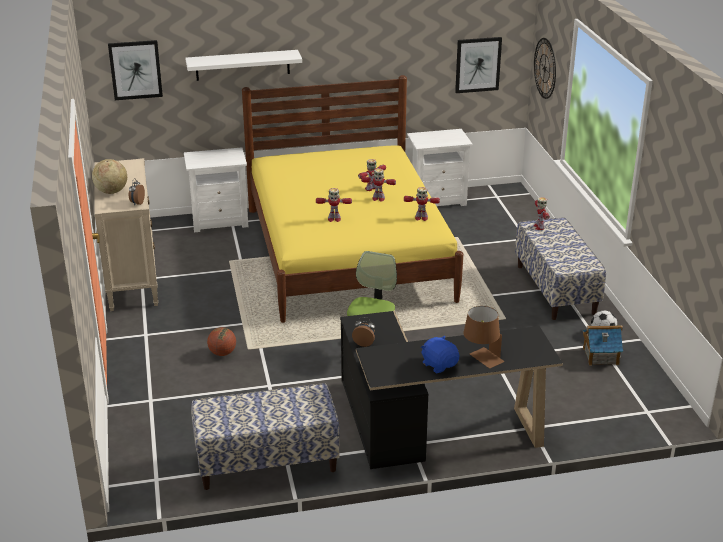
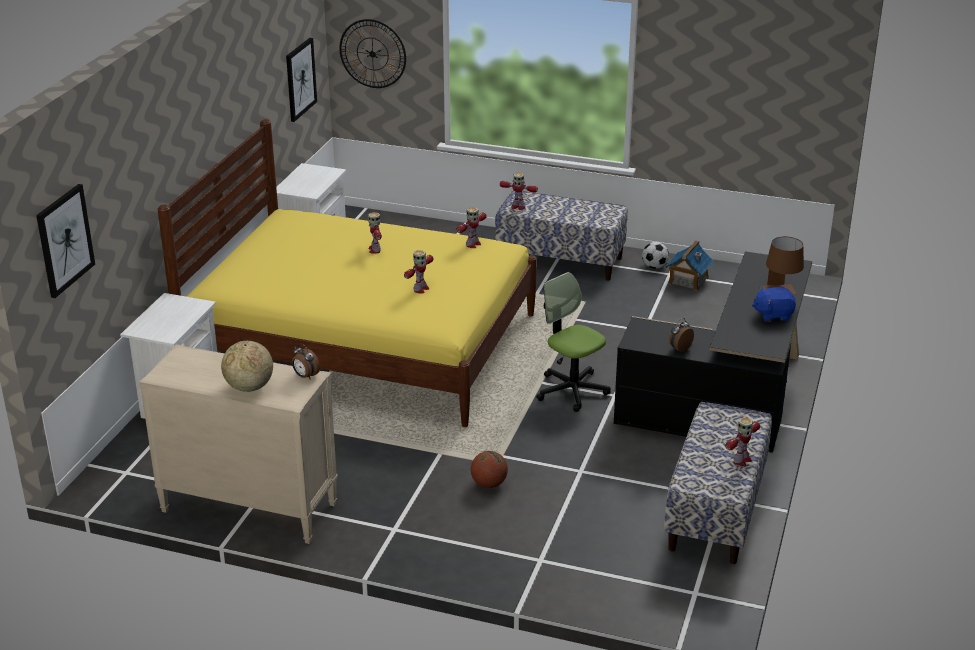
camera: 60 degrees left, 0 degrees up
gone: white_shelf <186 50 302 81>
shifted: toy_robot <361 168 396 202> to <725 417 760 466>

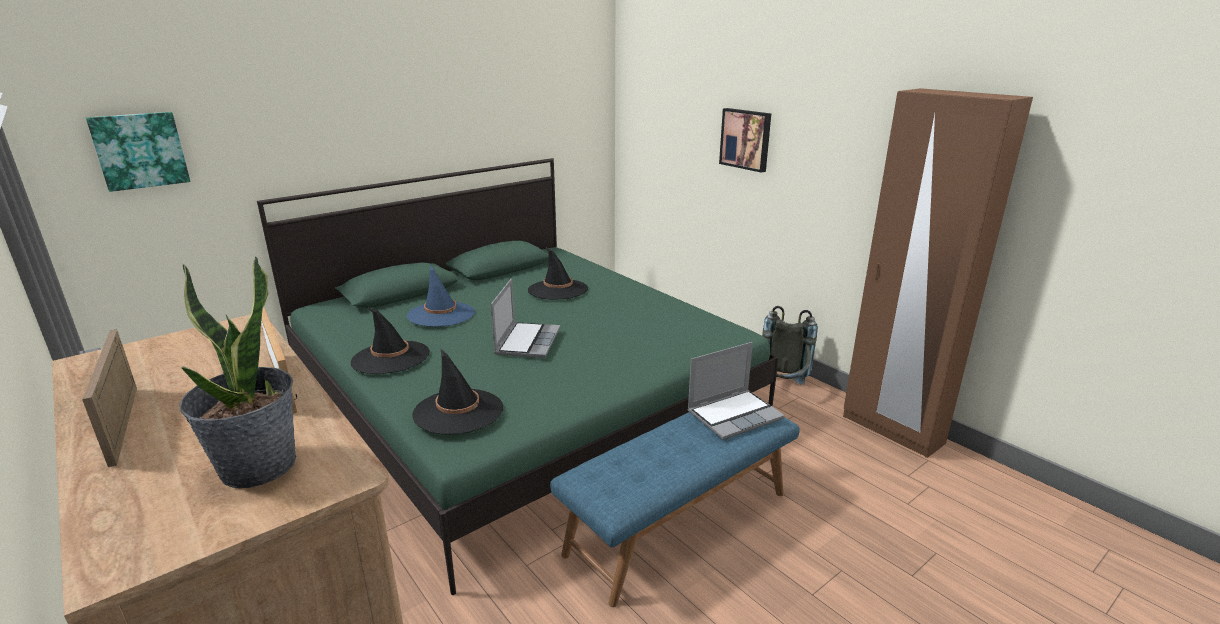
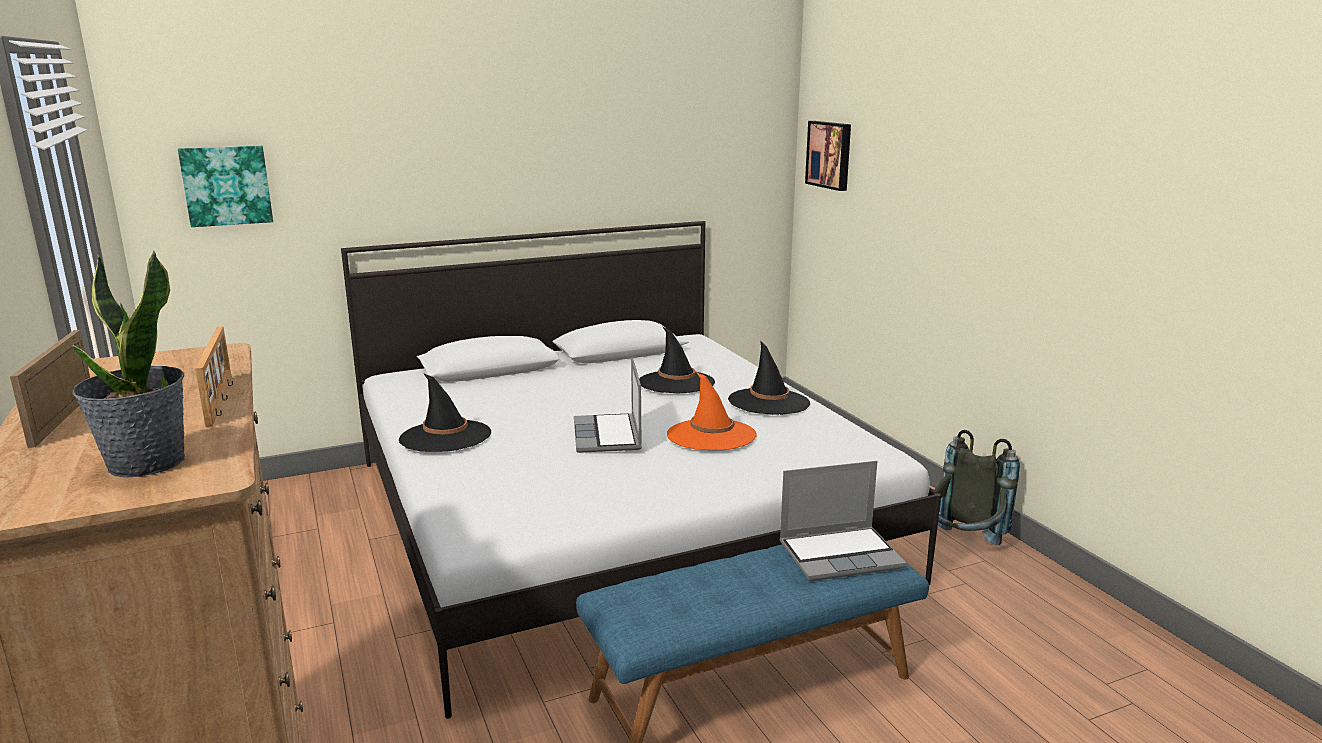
camera: 15 degrees right, 5 degrees down
gone: brown_wardrobe <843 88 1033 458>; blue_hat <407 265 475 327>
new: orange_hat <667 372 757 450>
shifted: picture <719 108 771 173> to <805 121 851 191>; black_hat <412 348 503 434> to <728 340 810 415>
repainted: green_bed <257 158 779 595> to white_bed <341 221 941 718>
rotated: laptop <491 278 560 358> = <574 358 642 453> 150 degrees clockwise

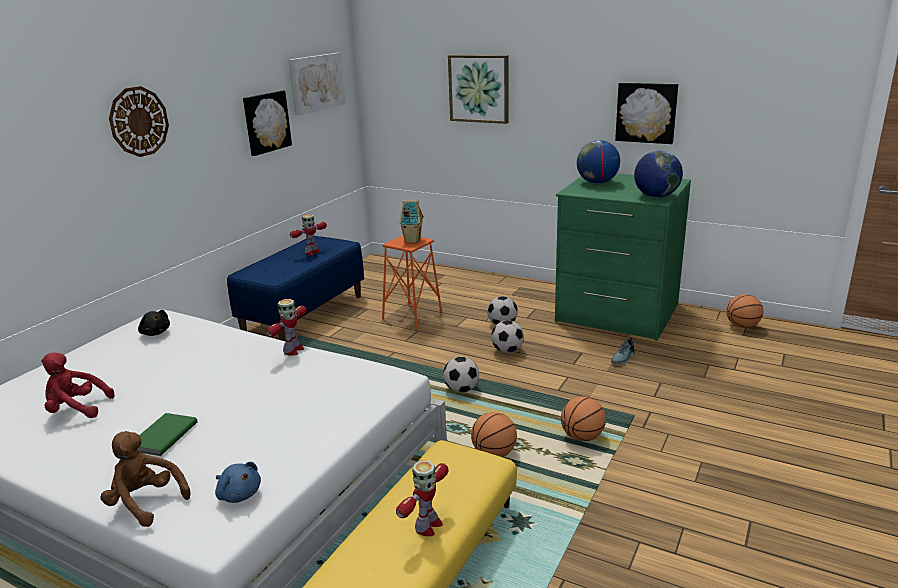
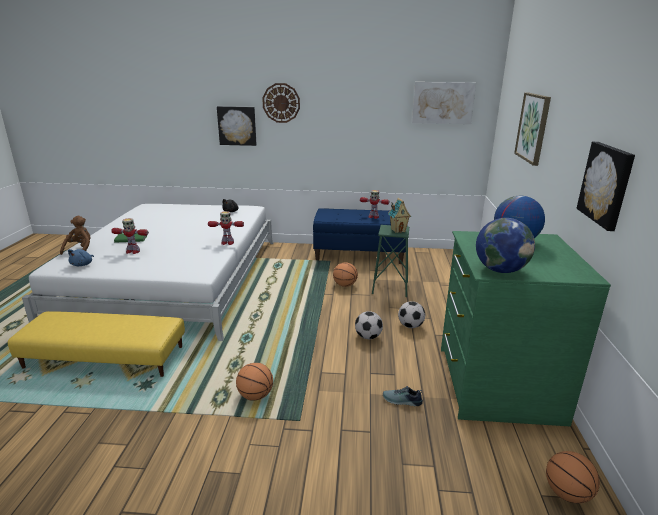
camera: 65 degrees right, 0 degrees up
gone: red_plush_toy <41 353 115 418>; football <443 356 479 393>
shifted: picture <243 90 292 156> to <217 106 257 146>; basketball <471 412 517 457> to <333 262 358 287>; toy_robot <396 460 449 536> to <111 218 149 254>
repainted: orange_stool <382 235 442 329> to green_stool <372 225 409 297>

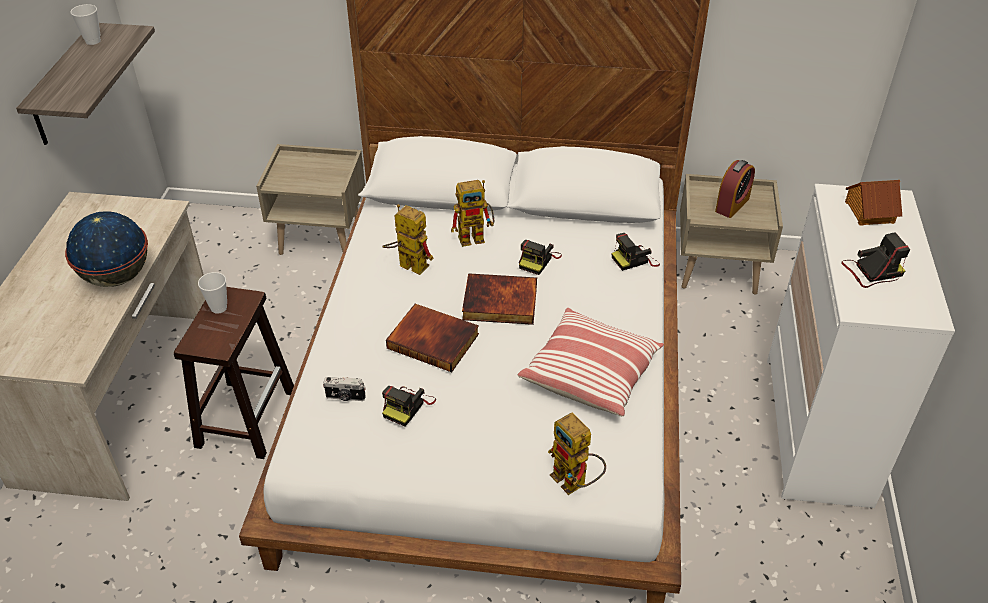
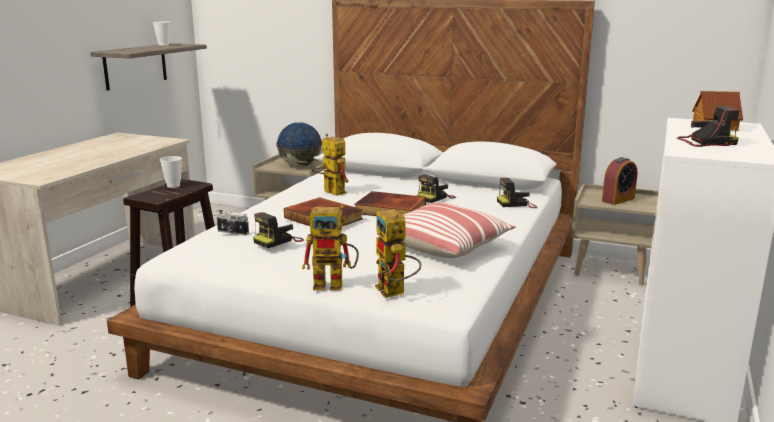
camera: 15 degrees right, 25 degrees down
shifted: toy_robot <451 180 494 247> to <302 205 359 290>; globe <65 211 148 287> to <276 122 322 167>

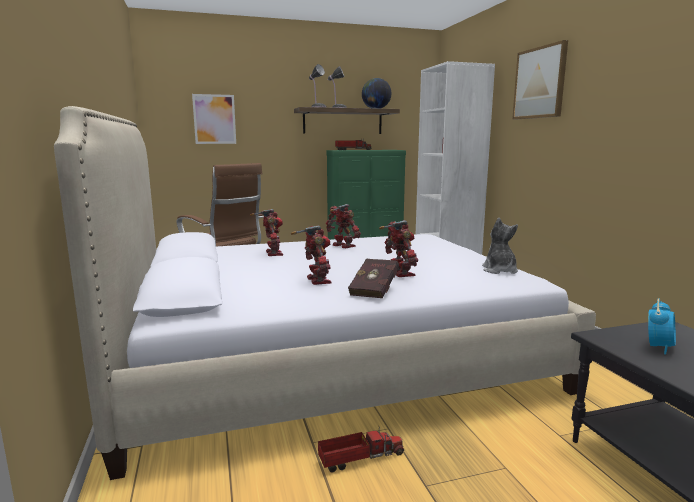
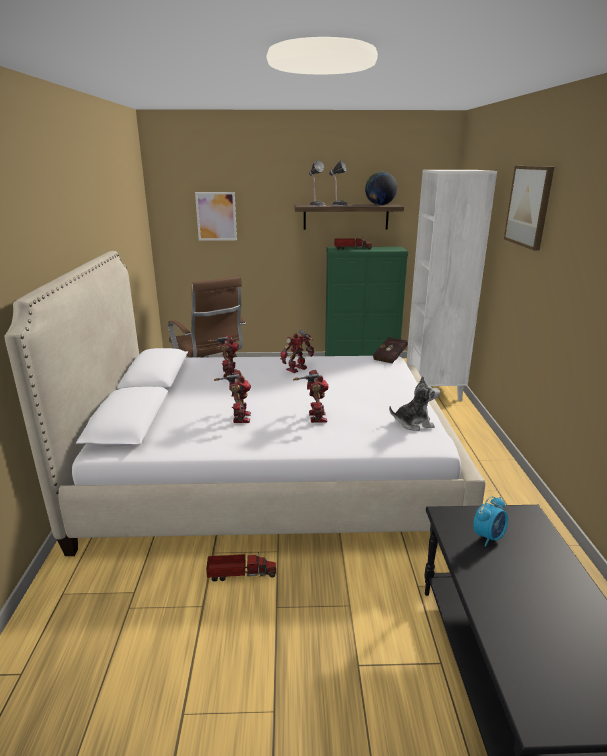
camera: 15 degrees right, 10 degrees up
shifted: red_book <348 258 399 298> to <373 337 408 363>
rotated: toy_robot <326 204 361 248> = <280 330 314 373> 105 degrees counterclockwise; plush_toy <482 218 518 274> = <389 376 440 431> 75 degrees clockwise

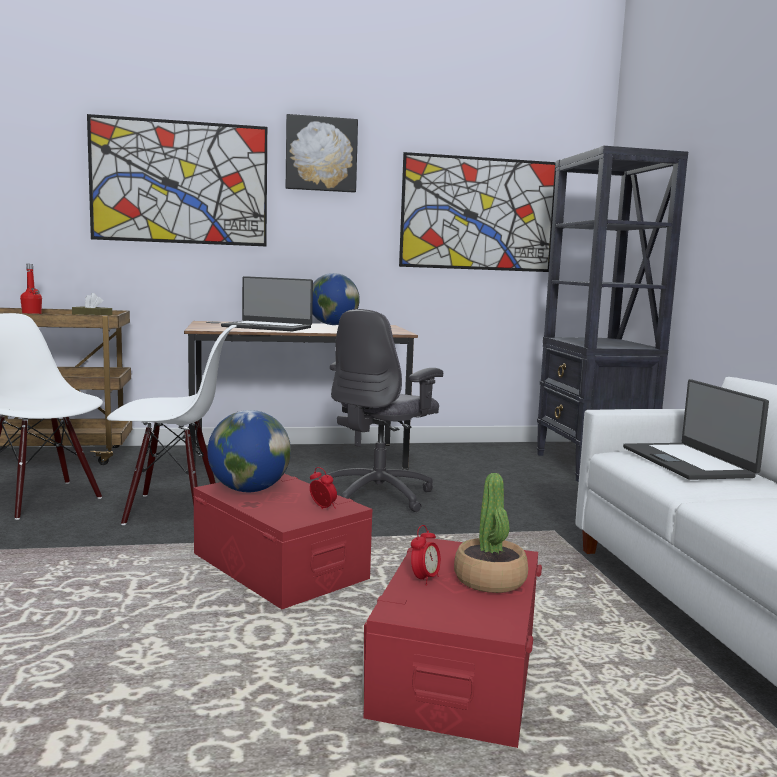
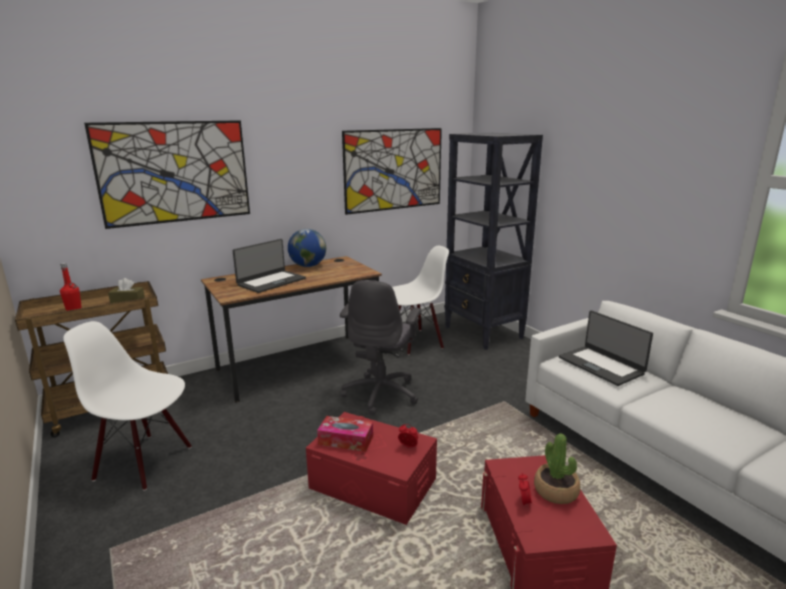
camera: 20 degrees left, 10 degrees up
gone: picture <286 114 358 193>
shifted: white_chair <107 325 237 525> to <392 246 449 355>
swapped: globe <207 410 291 492> to tissue_box <317 416 373 452>
rotated: laptop <221 276 313 331> = <233 239 306 293> 45 degrees counterclockwise

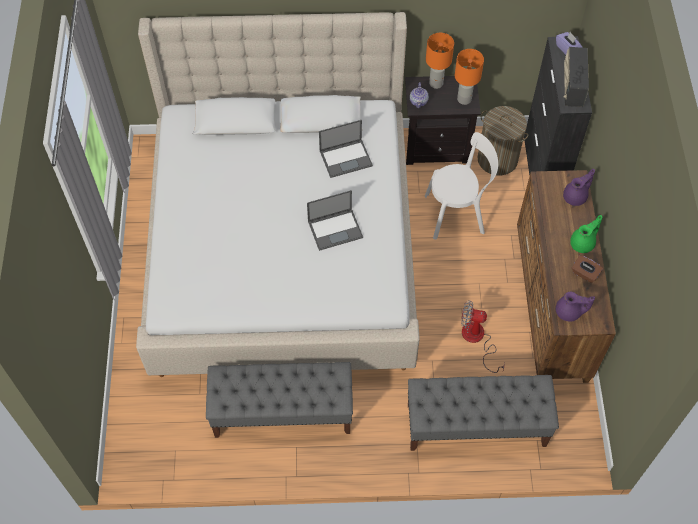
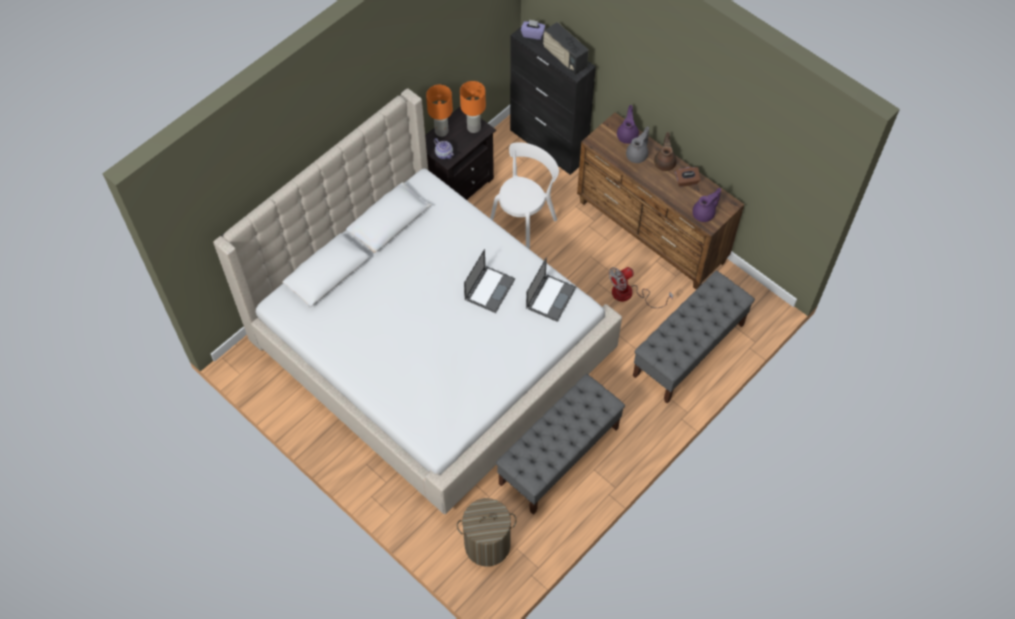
camera: 45 degrees left, 0 degrees up
new: grey_teapot <626 126 649 163>
shifted: laundry_basket <478 106 528 175> to <457 498 517 567>; laptop <319 120 373 178> to <526 258 576 322>
repainted: green_teapot <570 215 602 253> to brown_teapot <654 132 677 171>

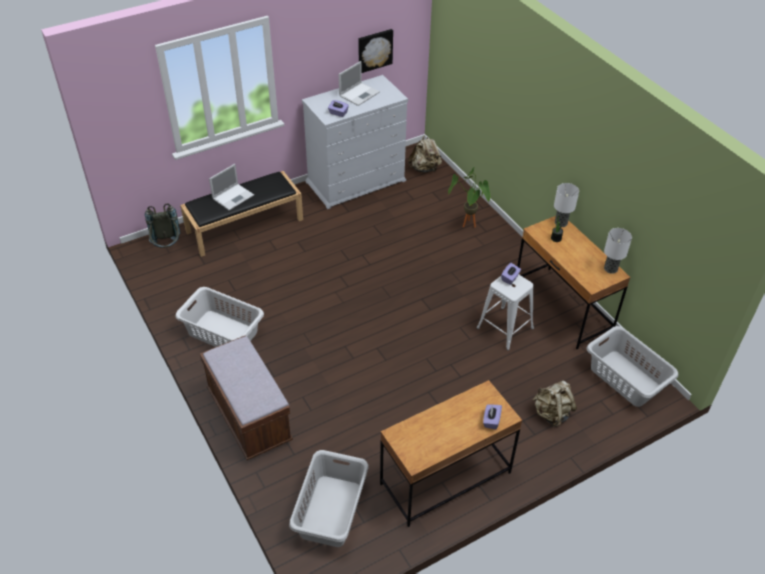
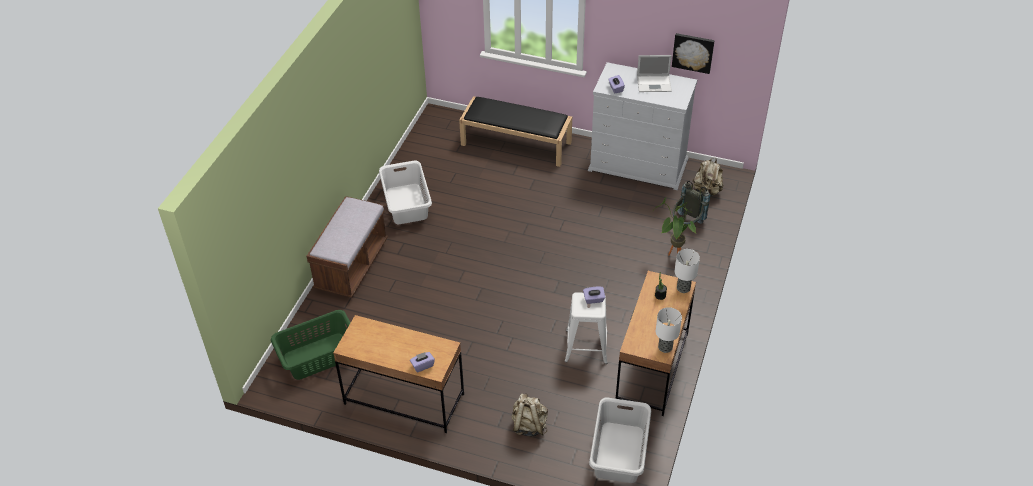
camera: 50 degrees right, 0 degrees up
gone: laptop <209 164 254 211>
shifted: grey_backpack <145 203 180 248> to <673 181 710 225>
repainted: grey_laundry_basket <289 450 369 547> to green_laundry_basket <271 310 351 380>

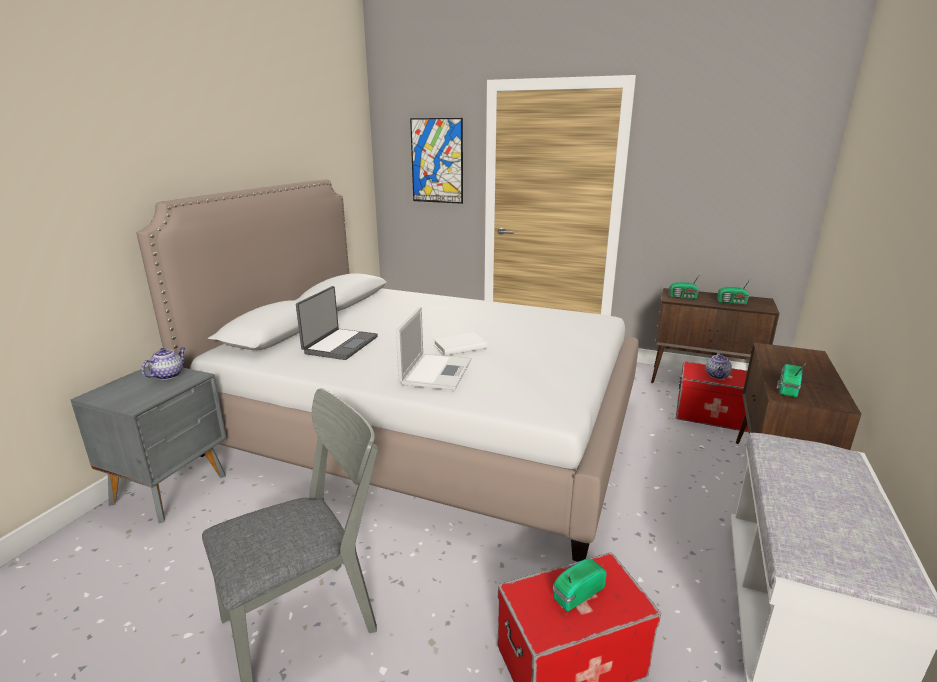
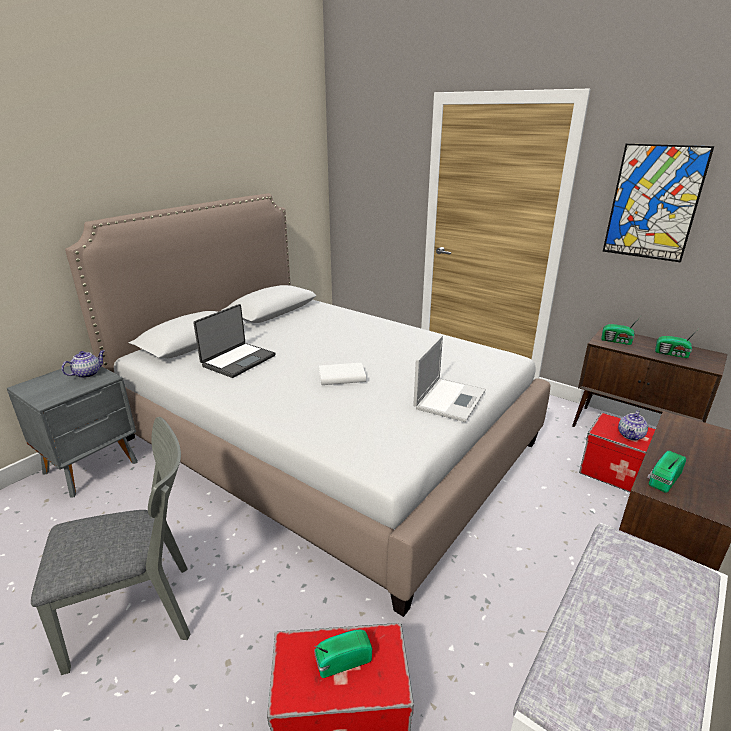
camera: 15 degrees right, 5 degrees up
shifted: picture <410 118 463 204> to <603 144 714 262>; laptop <396 307 472 390> to <413 335 486 422>

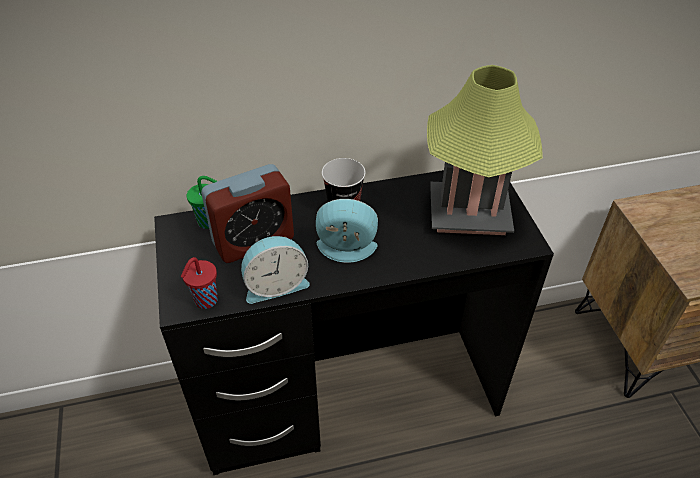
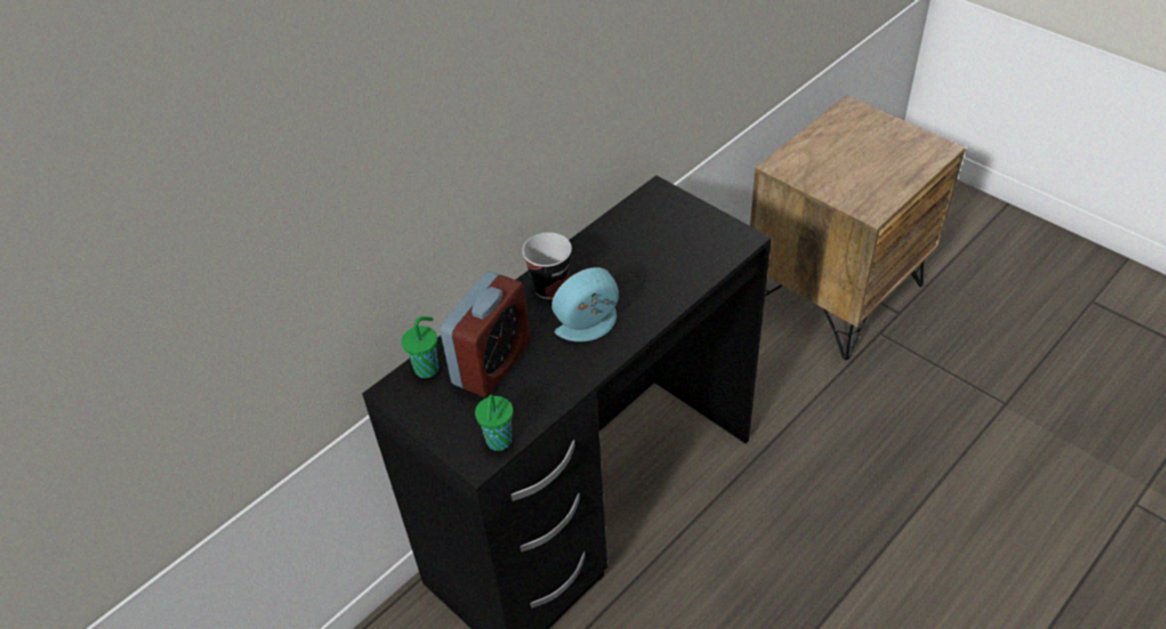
camera: 30 degrees left, 0 degrees up
gone: table_lamp <427 65 543 235>; alarm_clock <241 236 310 304>
repainted: red_cup <181 257 218 309> to green_cup <475 395 513 451>

